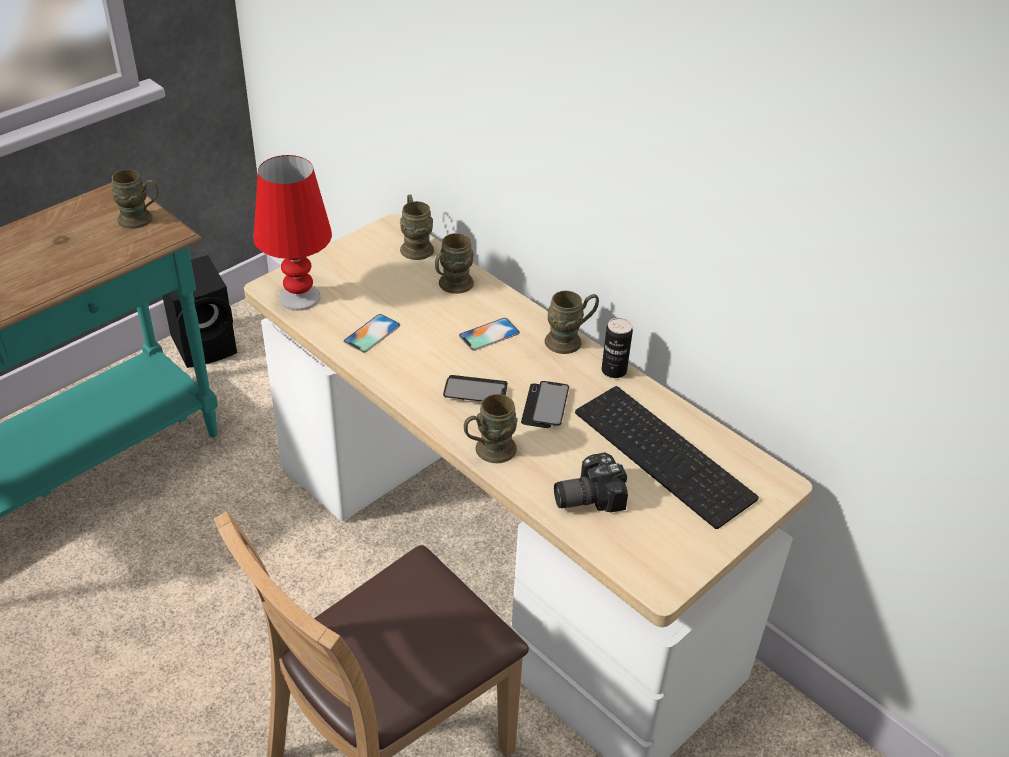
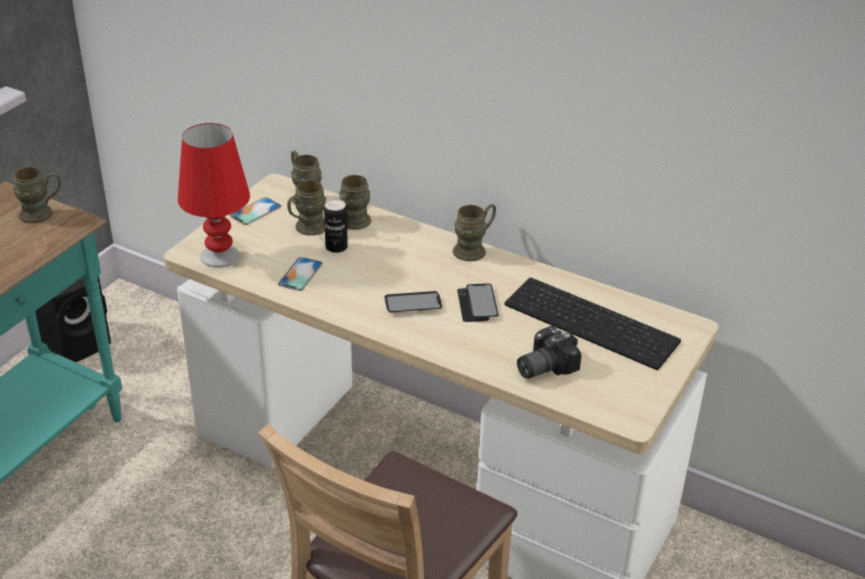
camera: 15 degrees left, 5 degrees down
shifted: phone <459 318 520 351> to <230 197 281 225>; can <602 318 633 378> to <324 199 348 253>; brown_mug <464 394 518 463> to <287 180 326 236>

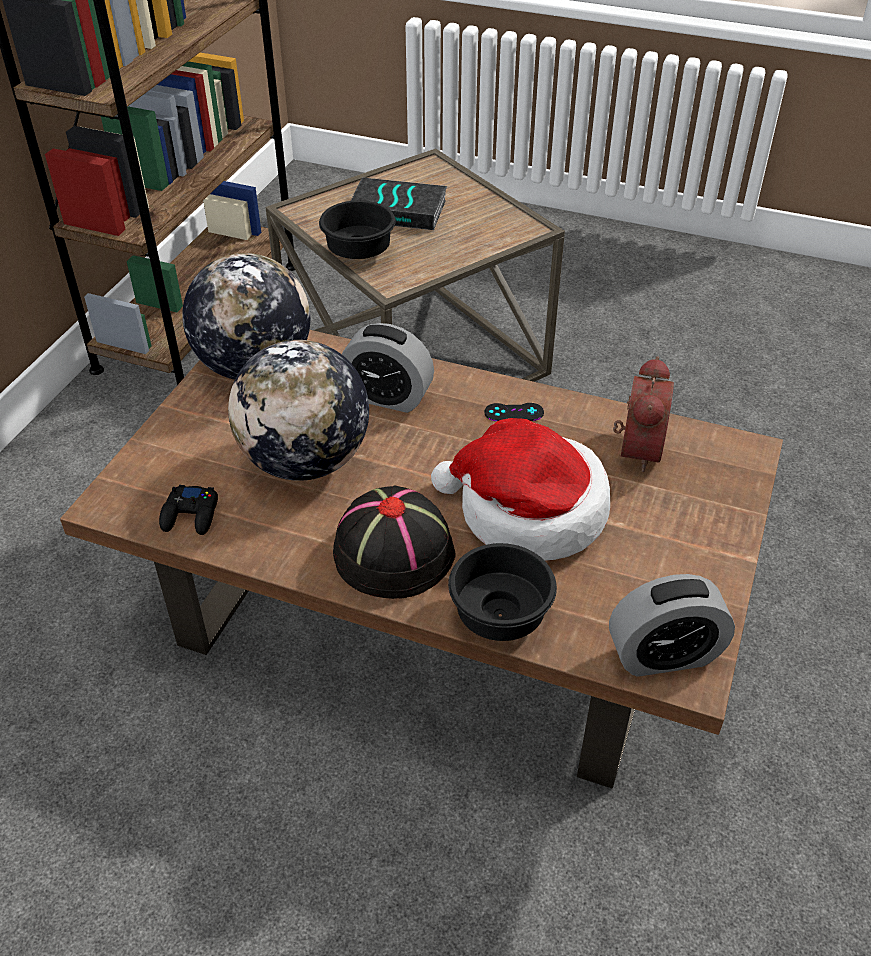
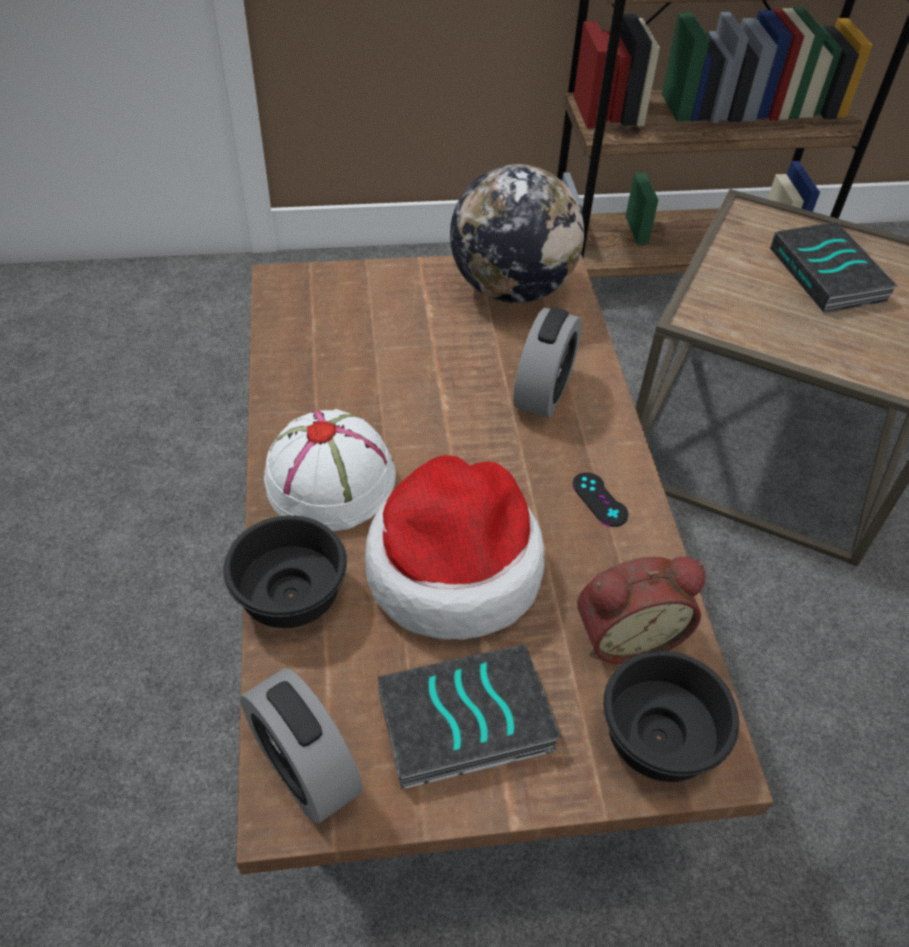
camera: 60 degrees right, 5 degrees up
gone: globe <228 340 369 481>; black_game_controller <159 485 218 535>
new: book <378 644 562 790>
shifted: black_bowl <319 200 396 259> to <603 651 739 782>
repainted: black_hat <333 485 456 599> to white_hat <264 409 396 531>
rotated: alarm_clock <342 323 434 413> = <513 308 582 418> 150 degrees counterclockwise

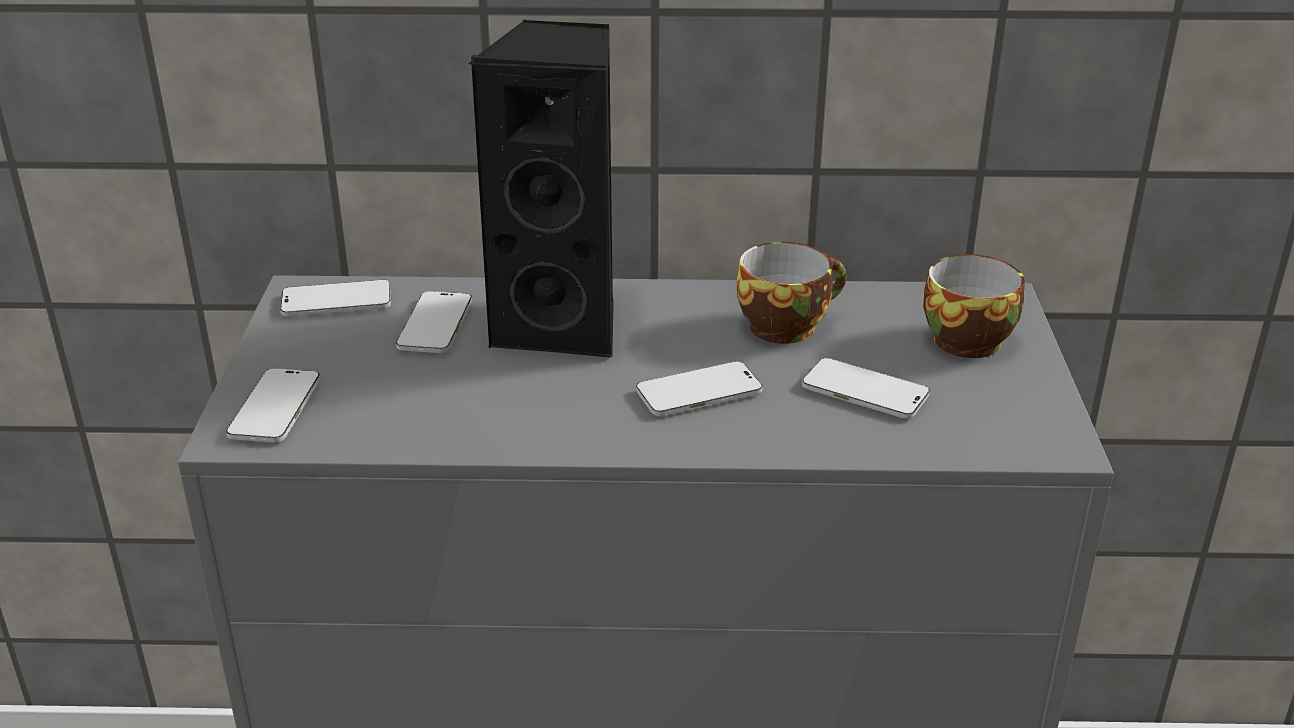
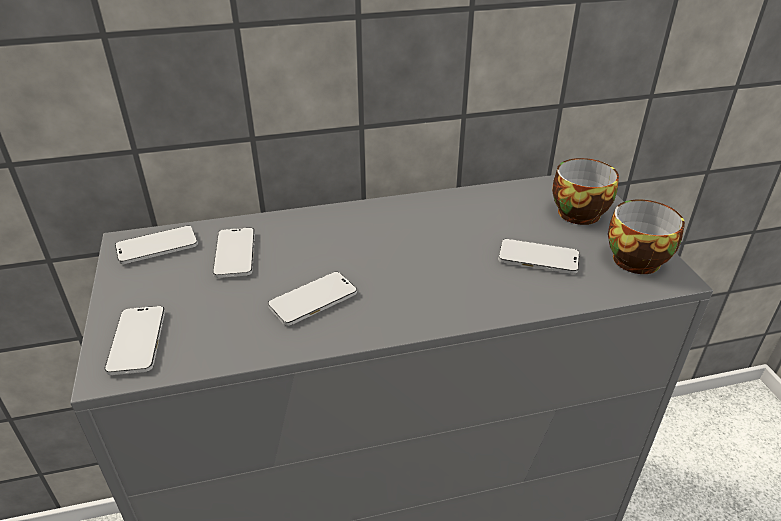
camera: 15 degrees left, 5 degrees up
gone: black_speaker <468 19 614 358>
shifted: cup <737 242 846 344> to <608 200 685 274>; phone <636 361 763 416> to <268 272 357 326>

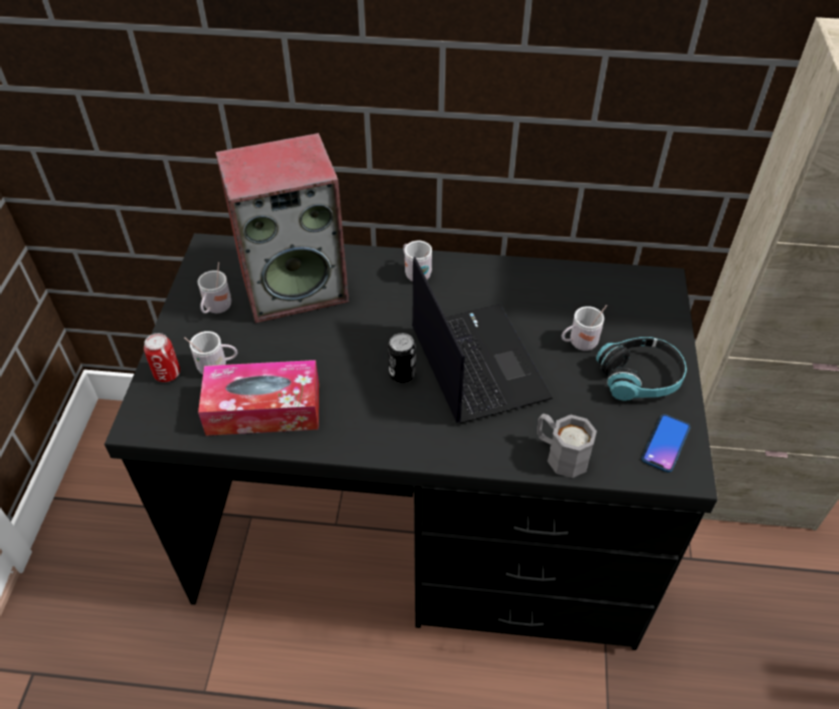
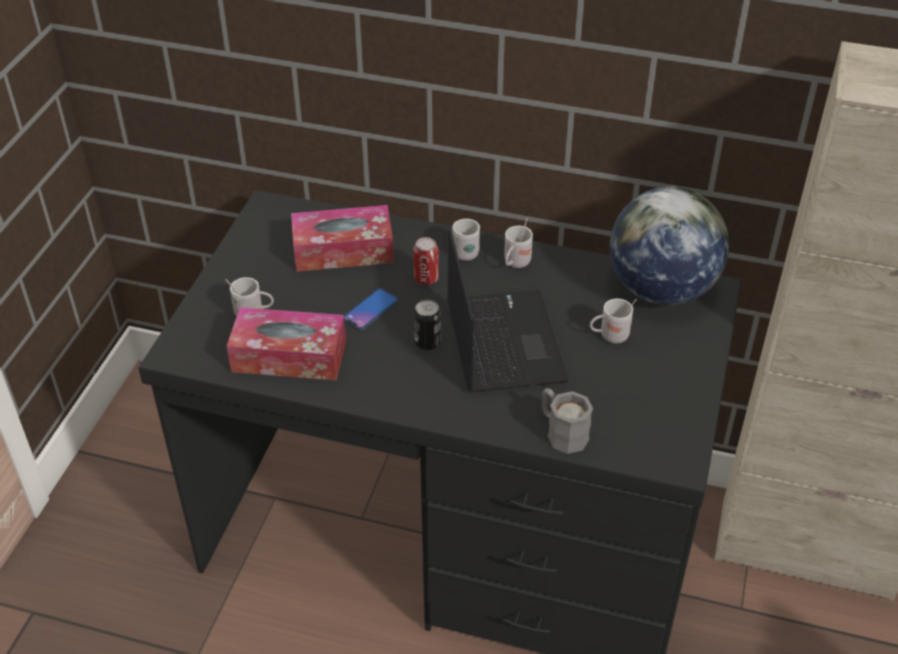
camera: 10 degrees right, 5 degrees down
gone: headphones <596 337 687 401>
new: globe <610 186 729 305>
shifted: white_mug <198 262 231 314> to <504 218 533 268>; can <144 333 180 382> to <413 237 439 285>; phone <642 414 690 472> to <344 288 398 330>
swapped: speaker <215 133 349 323> to tissue_box <291 205 394 272>

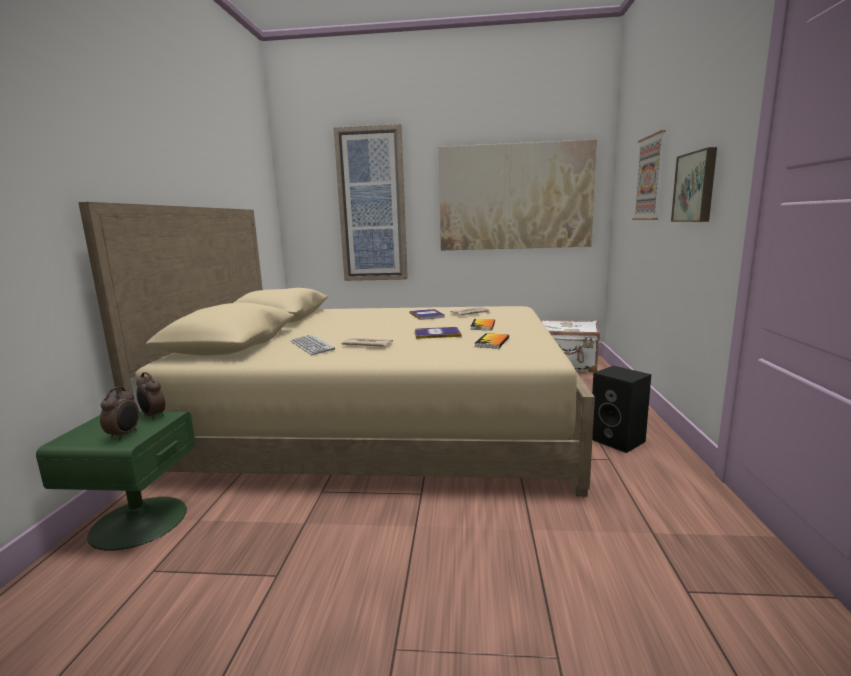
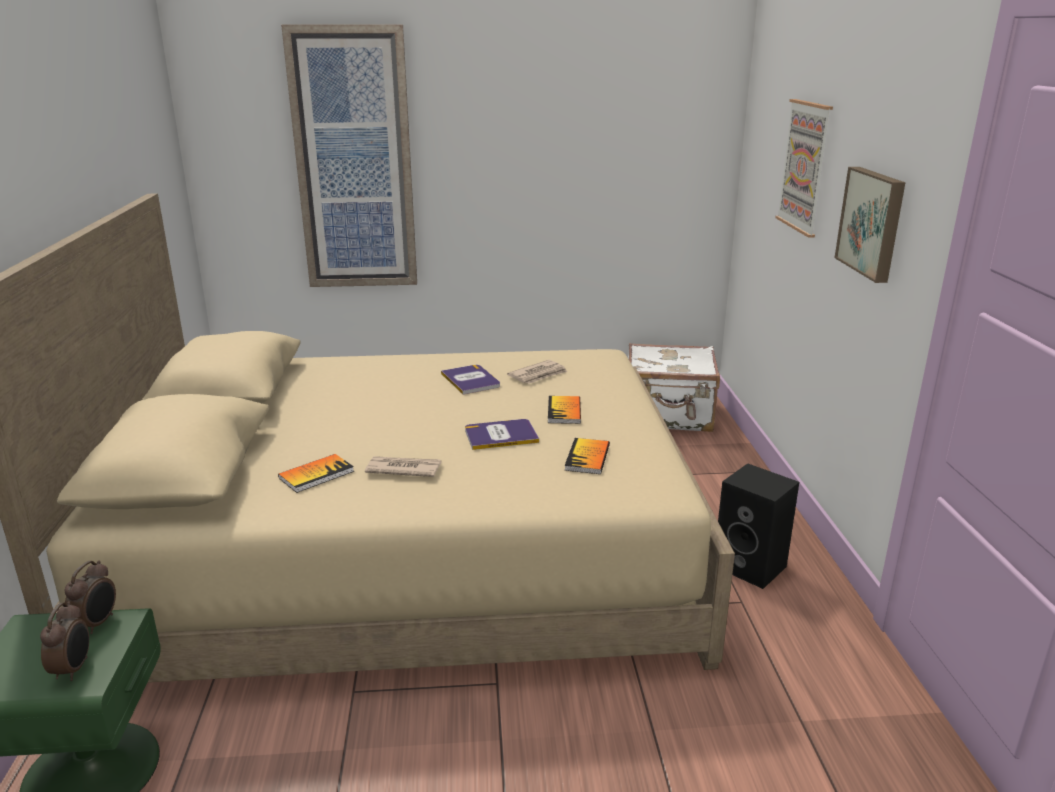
camera: 10 degrees left, 10 degrees up
gone: picture <439 139 597 250>
swapped: keyboard <291 335 335 355> to book <278 454 354 493>
rotated: alarm_clock <136 372 165 420> = <64 560 116 634> 105 degrees counterclockwise

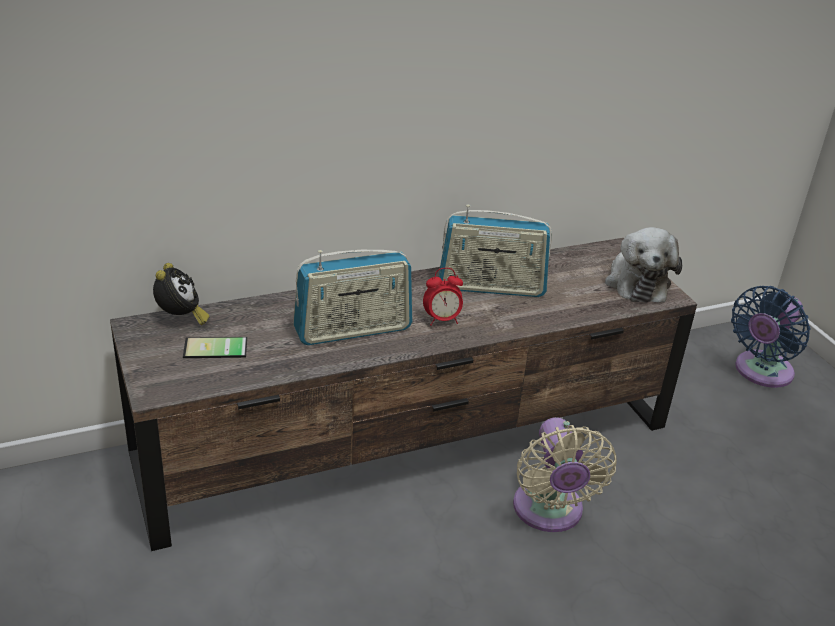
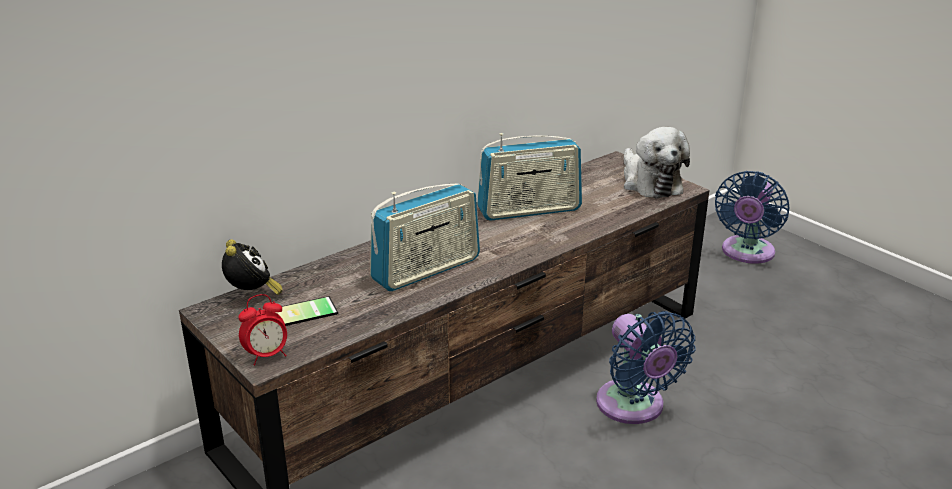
camera: 15 degrees left, 5 degrees down
shifted: alarm_clock <423 268 463 325> to <238 294 287 365>
repainted: beige_fan <513 417 617 532> to blue_fan <596 311 696 424>

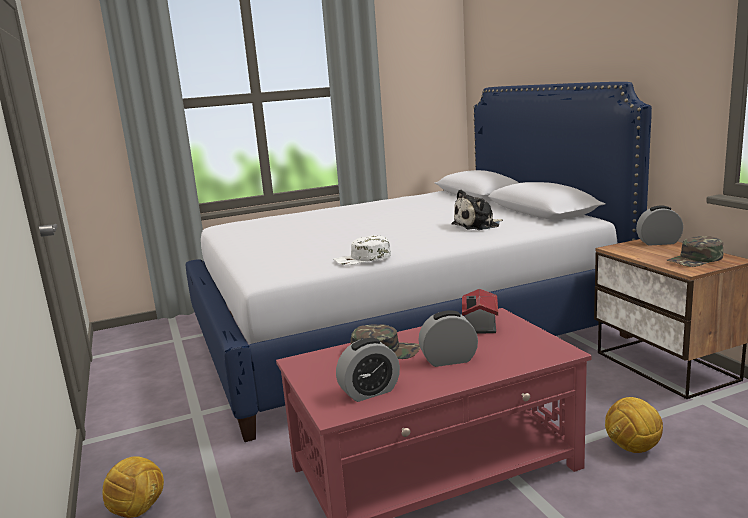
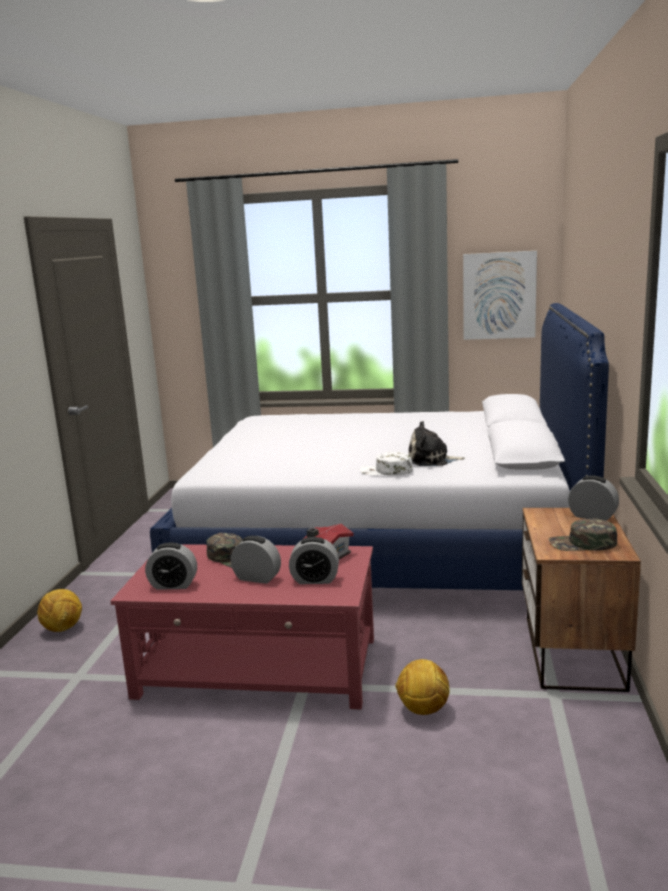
camera: 30 degrees right, 0 degrees up
new: picture <463 250 537 340>; alarm_clock <289 537 339 584>
shifted: white_cap <334 235 391 265> to <360 452 413 475>

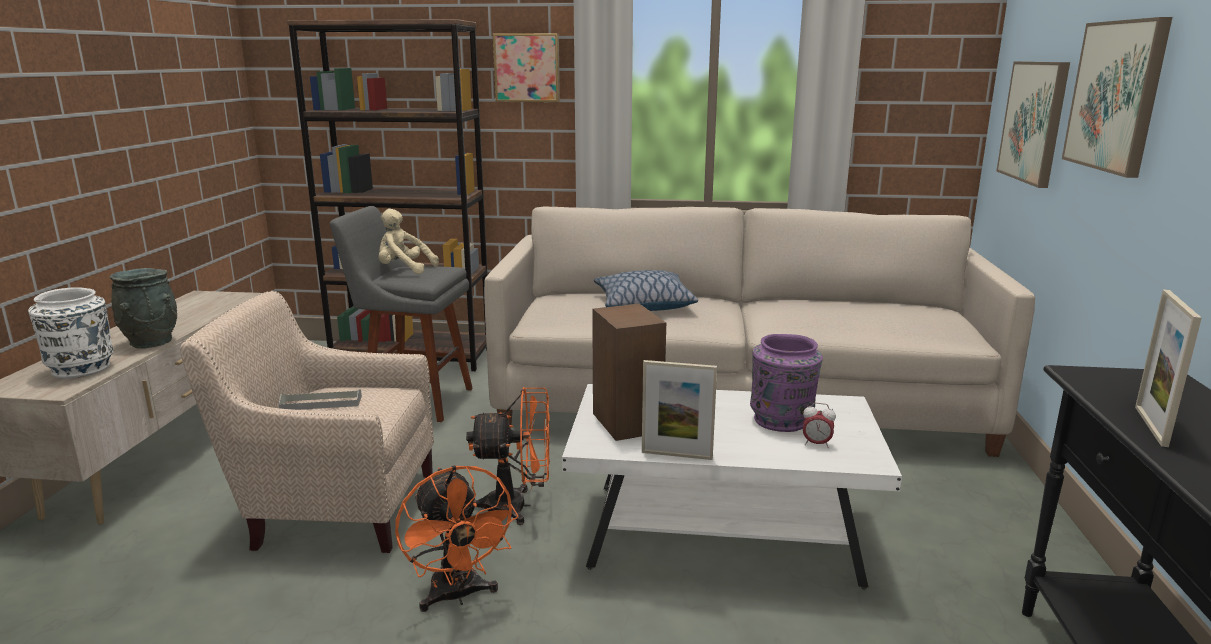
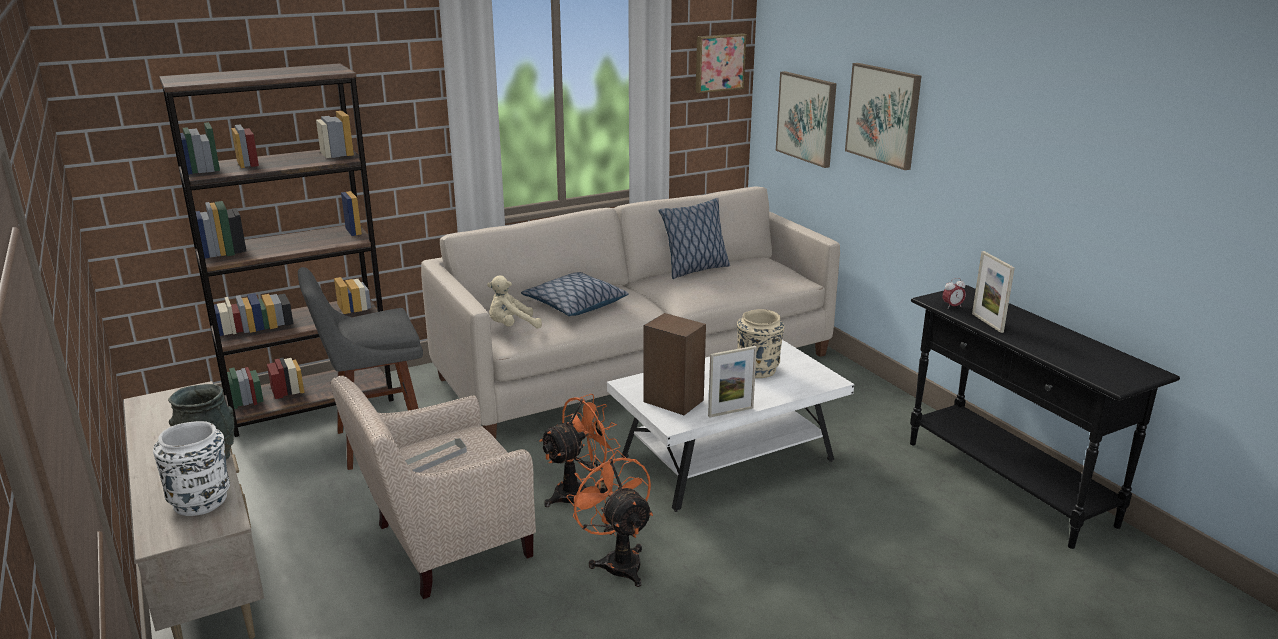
camera: 35 degrees left, 5 degrees up
new: pillow <658 198 730 279>
shifted: picture <493 33 560 102> to <696 33 746 93>; beige_plush_toy <378 209 439 274> to <487 275 542 329>; alarm_clock <803 403 836 448> to <942 278 966 308>
repainted: purple_vase <750 334 823 432> to beige_vase <737 309 784 378>
rotated: orange_fan <395 465 519 612> = <566 450 653 587> 150 degrees counterclockwise

